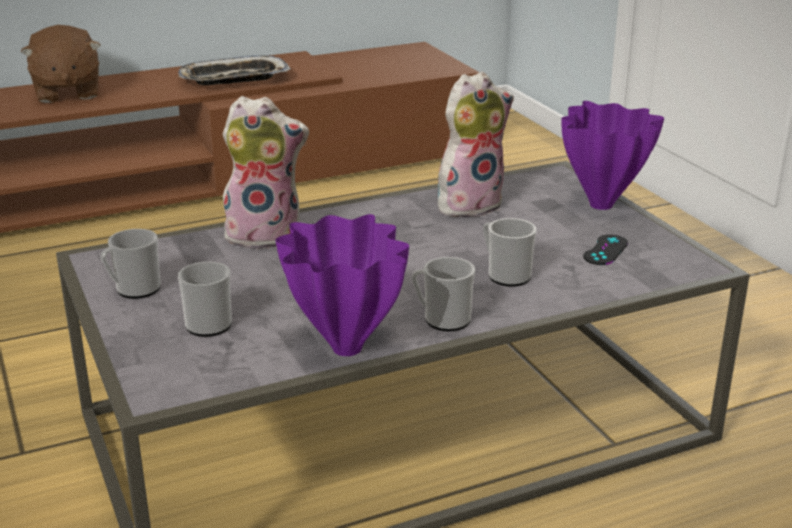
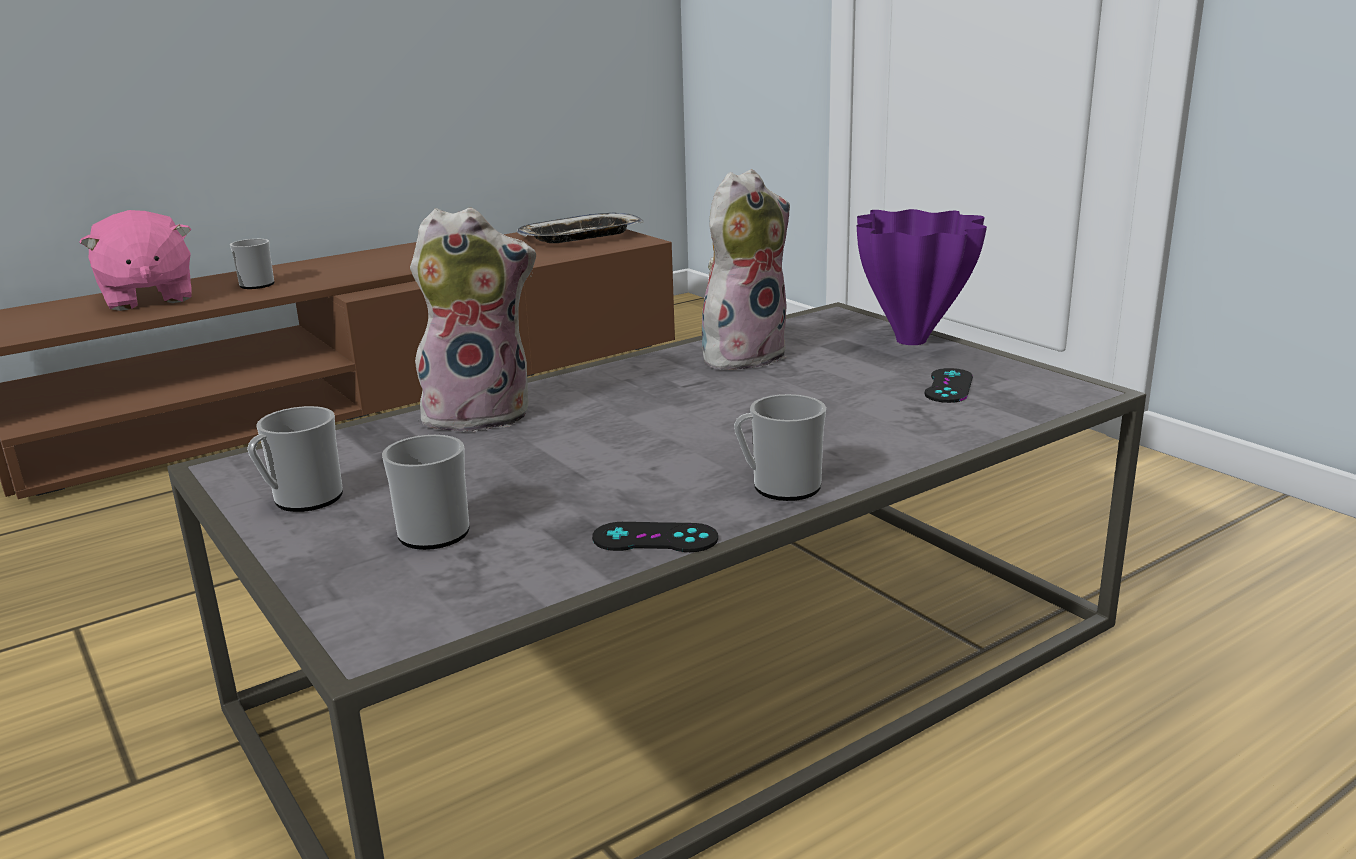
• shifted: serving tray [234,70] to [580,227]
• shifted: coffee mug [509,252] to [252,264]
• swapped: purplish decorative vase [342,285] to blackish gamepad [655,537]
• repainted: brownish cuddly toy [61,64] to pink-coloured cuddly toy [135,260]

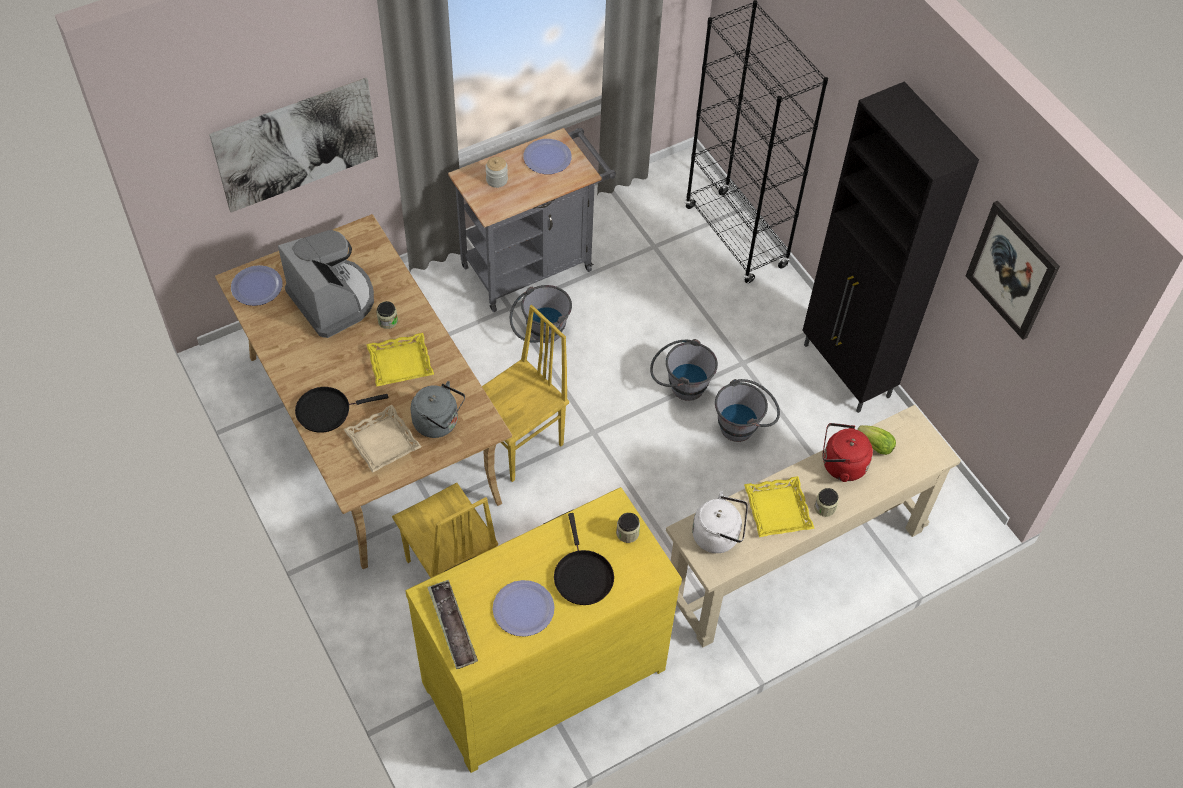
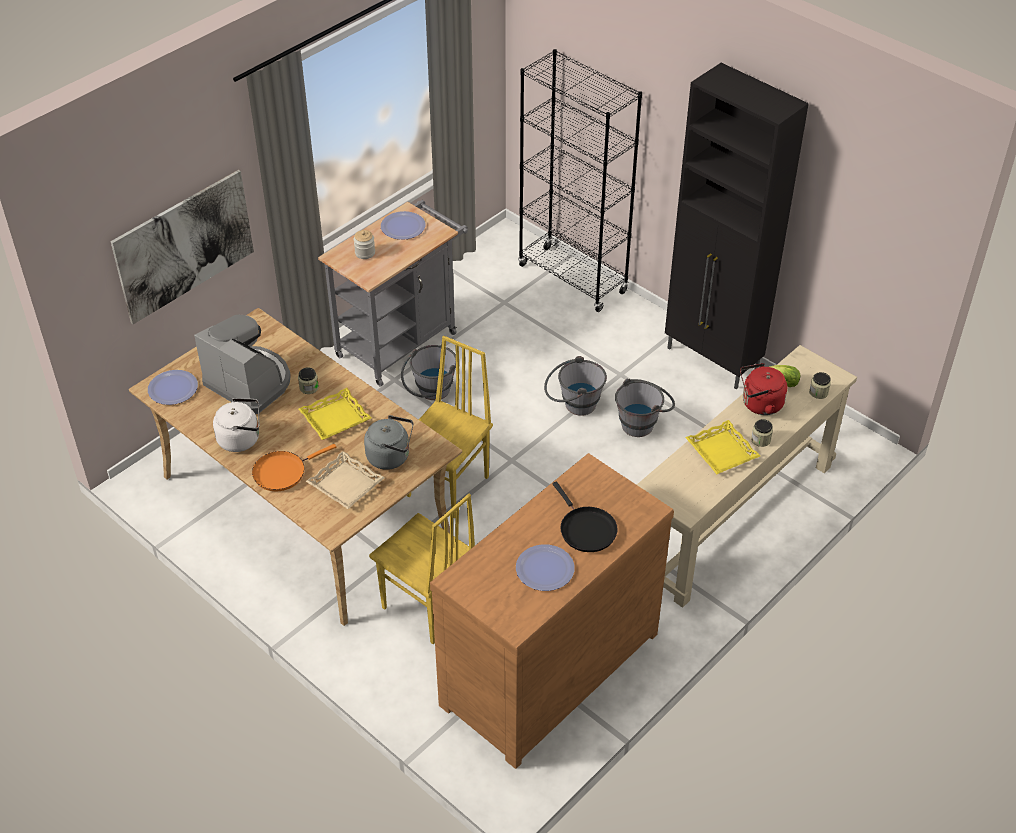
• gone: serving tray [452,624]
• gone: picture [1013,270]
• shifted: preserve jar [628,528] to [820,385]
• shifted: white-coloured kettle [720,522] to [236,425]
• repainted: blackish skillet [341,410] to orangey skillet [294,467]
• repainted: yellow chest of drawers [543,630] to brownish chest of drawers [552,611]

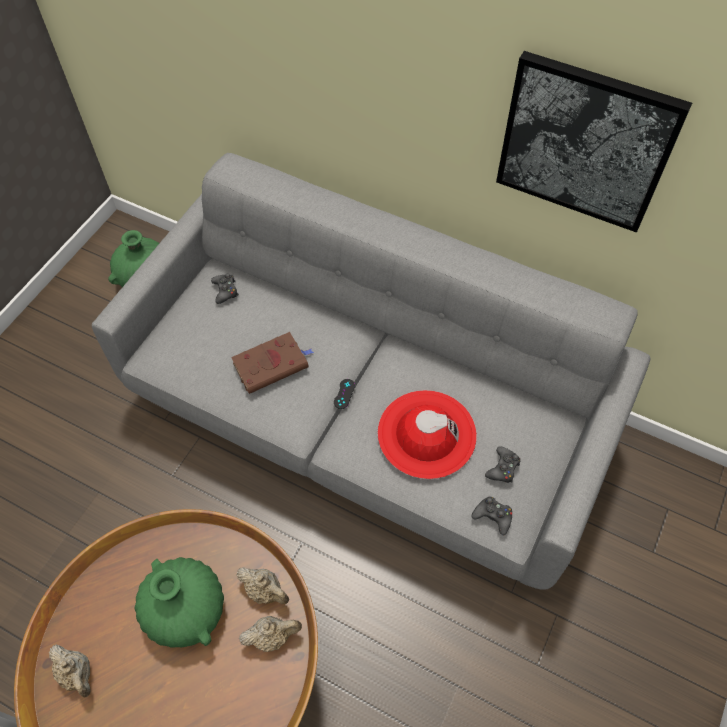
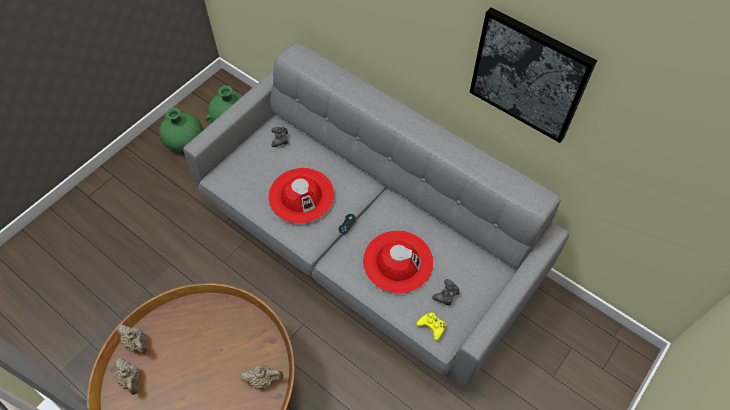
• shifted: green-coloured decorative vase [179,602] to [181,130]
• shifted: beige-coloured pot for tea [263,585] to [132,339]
• swapped: brownish book [272,363] to red clothing hat [301,196]
• repainted: blackish gamepad [492,515] to yellow gamepad [431,326]

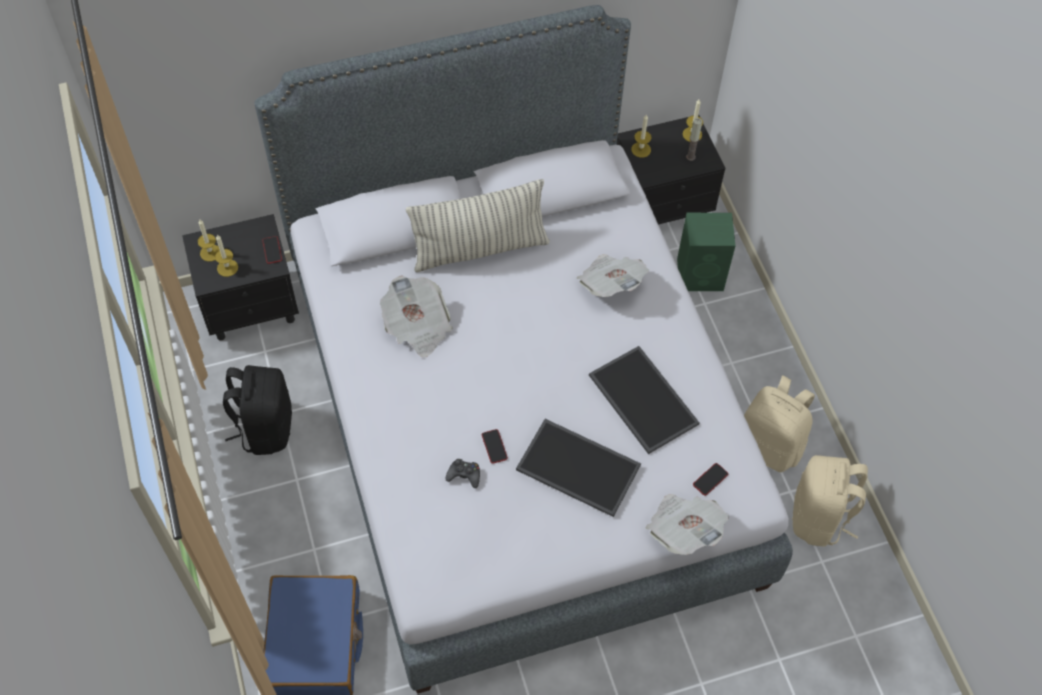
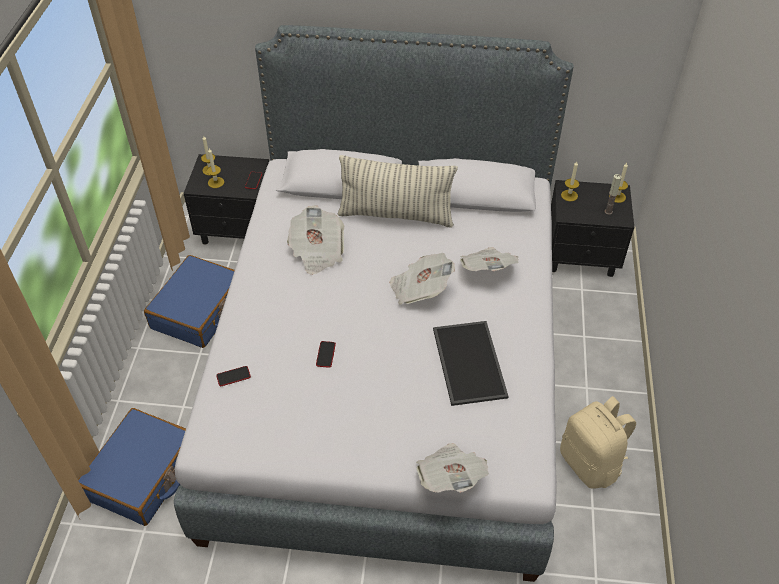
• gone: blackish gamepad [462,473]
• gone: serving tray [578,468]
• gone: green-coloured loudspeaker [706,252]
• gone: beige-coloured backpack [830,501]
• new: newspaper [422,279]
• shifted: handset [710,479] to [233,376]
• swapped: blackish backpack [257,410] to blue-coloured suitcase [189,301]

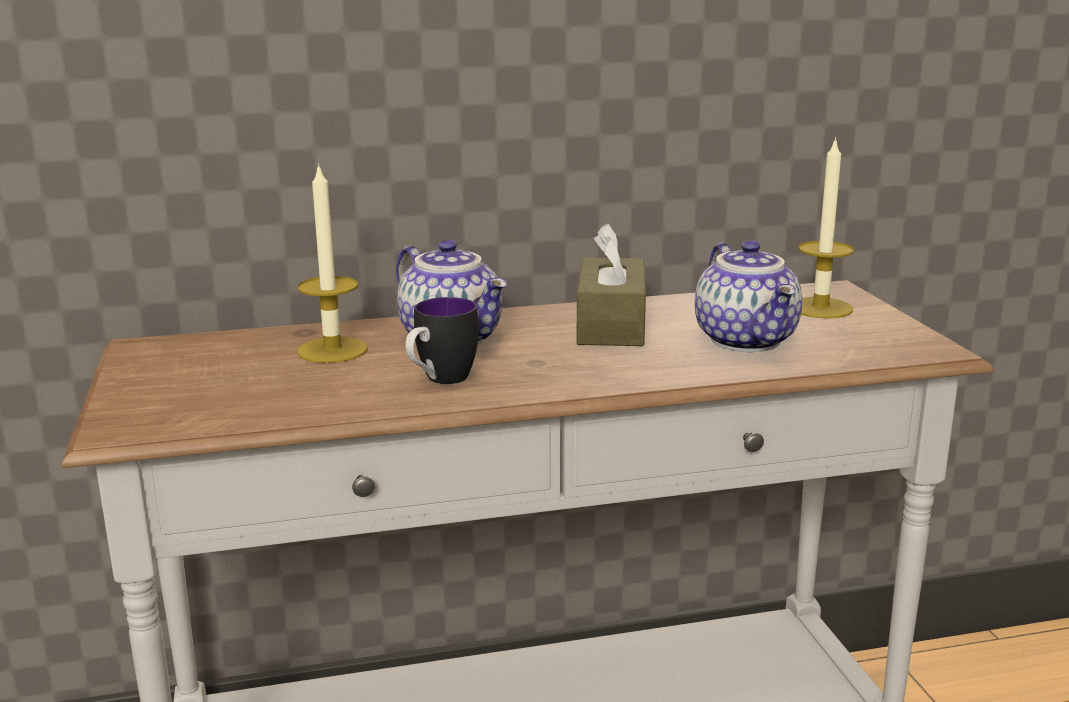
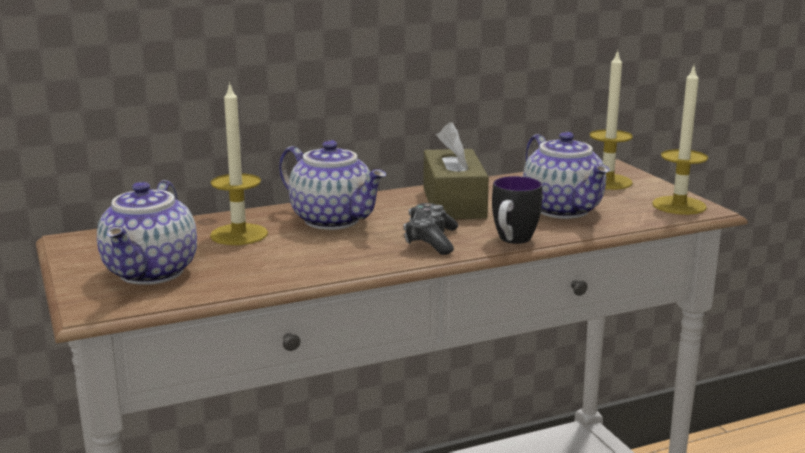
• new: pot for tea [147,232]
• new: gamepad [430,229]
• new: wax candle [680,140]
• shifted: coffee mug [442,340] to [517,210]

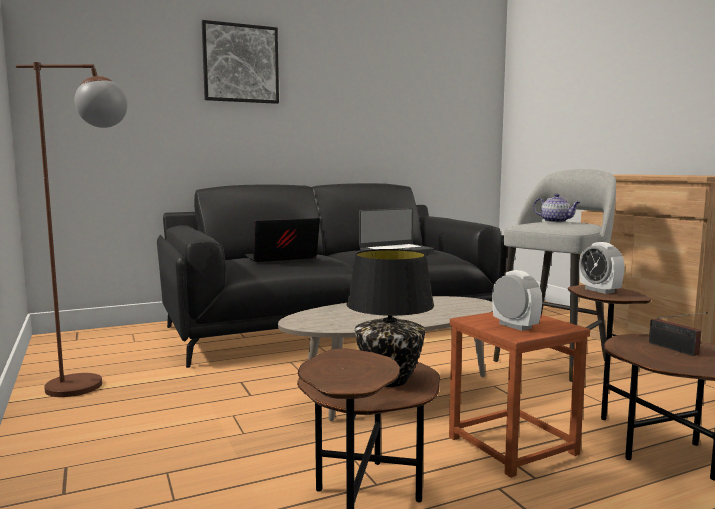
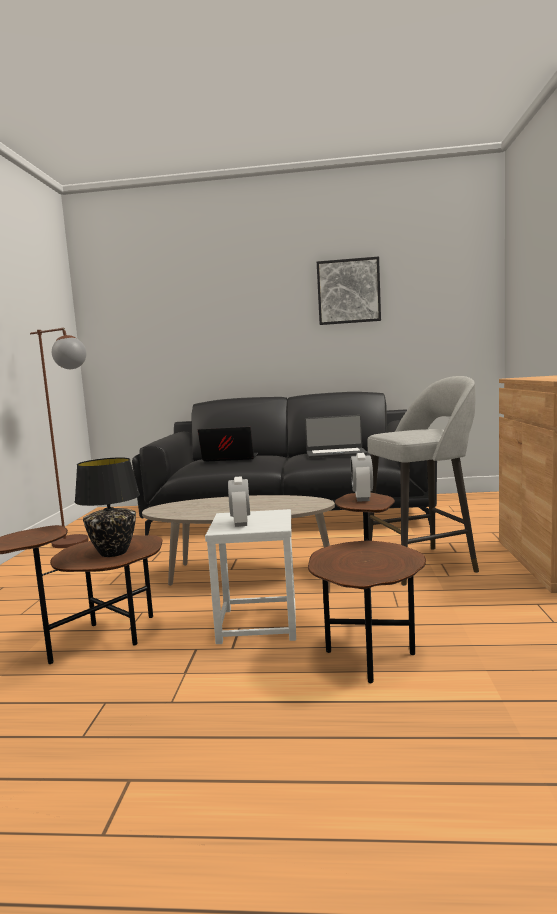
• gone: pot for tea [556,208]
• gone: radio receiver [678,334]
• shifted: picture [240,62] to [349,290]
• repainted: brownish stool seat [519,395] to white-coloured stool seat [250,576]

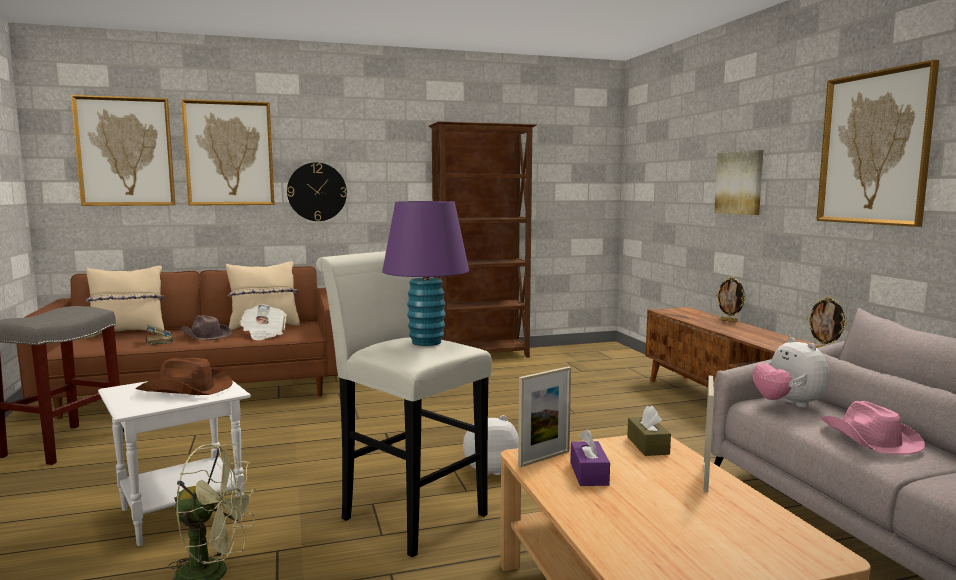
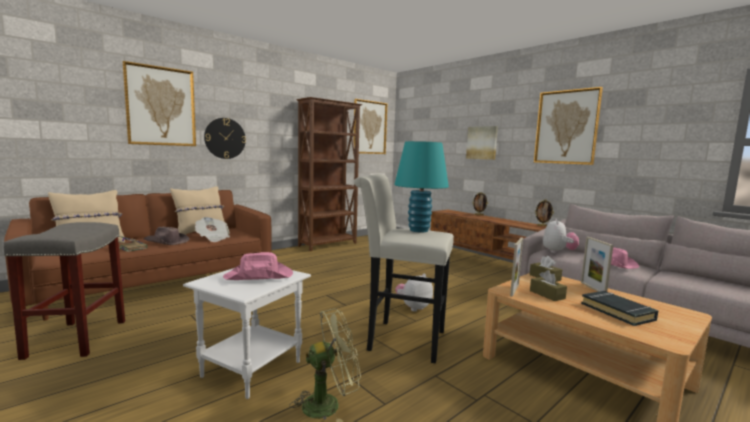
• new: blackish book [619,308]
• shifted: picture [123,150] to [370,126]
• repainted: brownish clothing hat [184,376] to pink-coloured clothing hat [258,266]
• repainted: purplish lamp for a table [425,273] to turquoise lamp for a table [421,186]
• repainted: purplish box of tissues [590,457] to brownish box of tissues [548,285]
• rotated: cuddly toy [791,372] = [561,236] 120 degrees counterclockwise

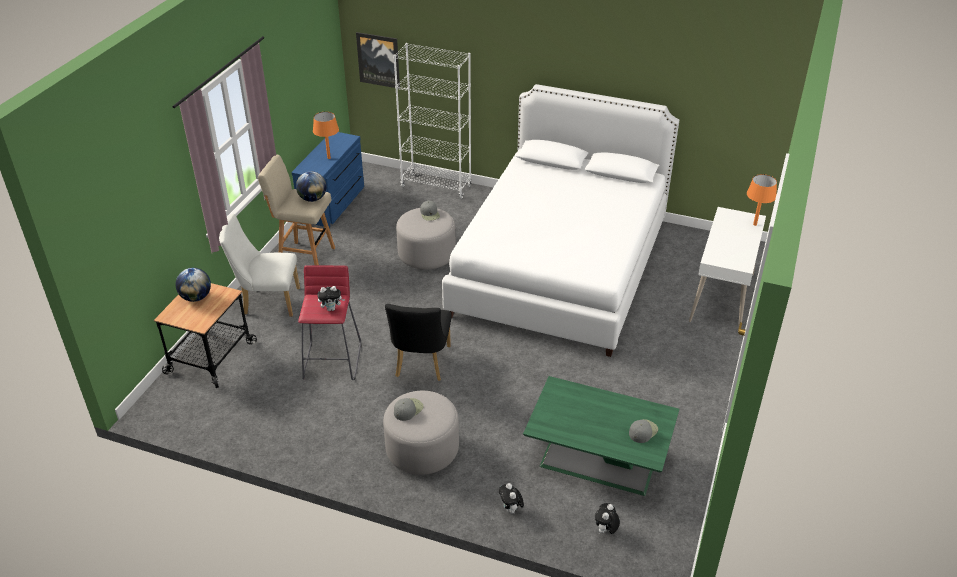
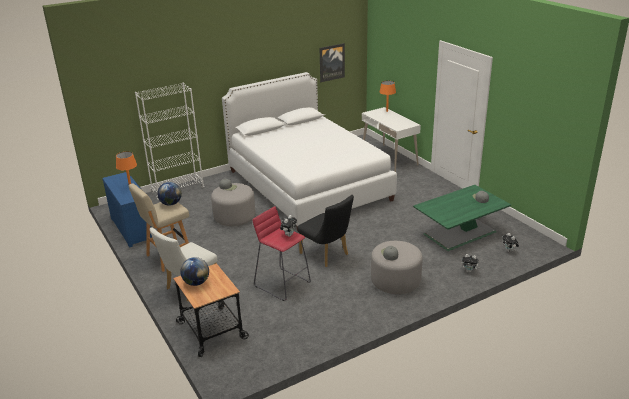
• shifted: picture [378,60] to [332,62]

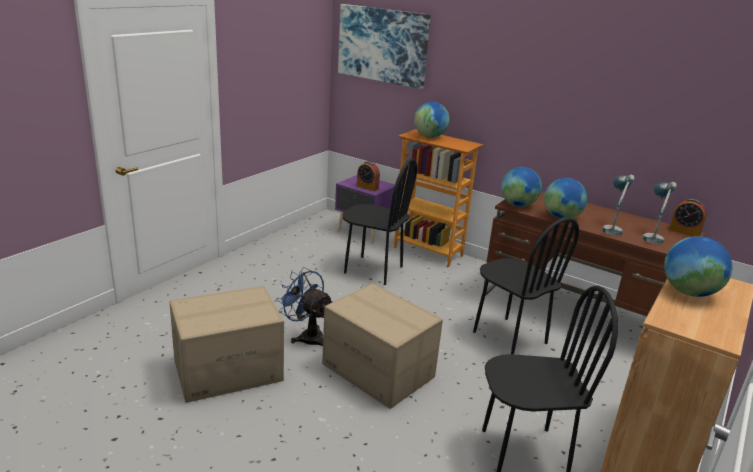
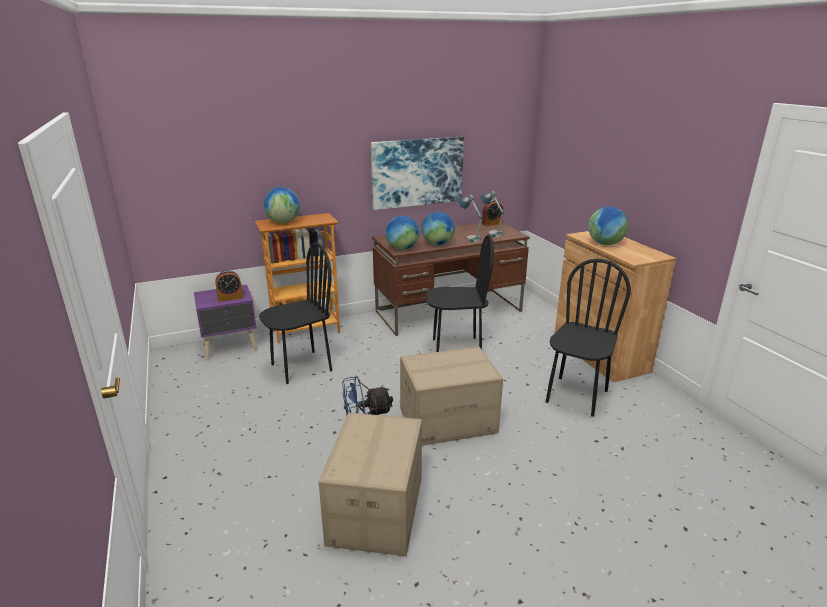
• shifted: picture [384,46] to [417,173]

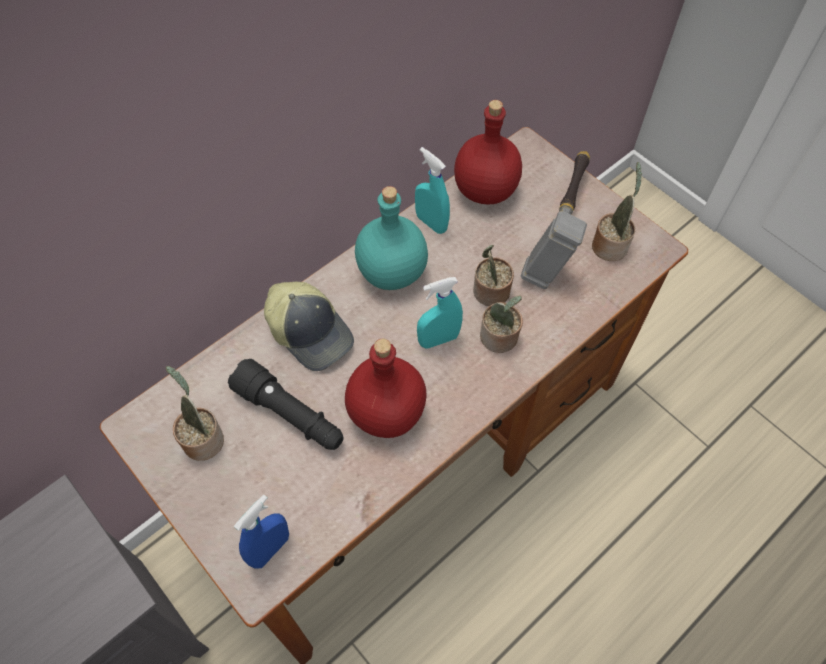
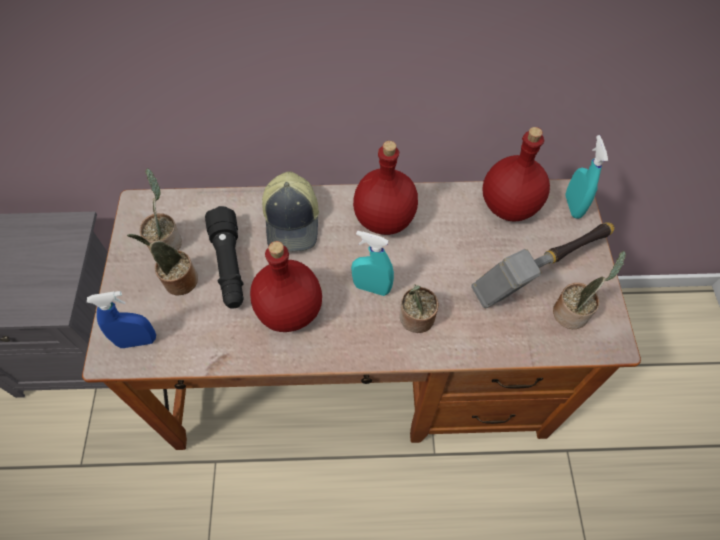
• shifted: turquoise spray bottle [432,190] to [586,177]
• shifted: potted plant [493,275] to [162,264]
• repainted: turquoise bottle [391,238] to red bottle [385,188]

